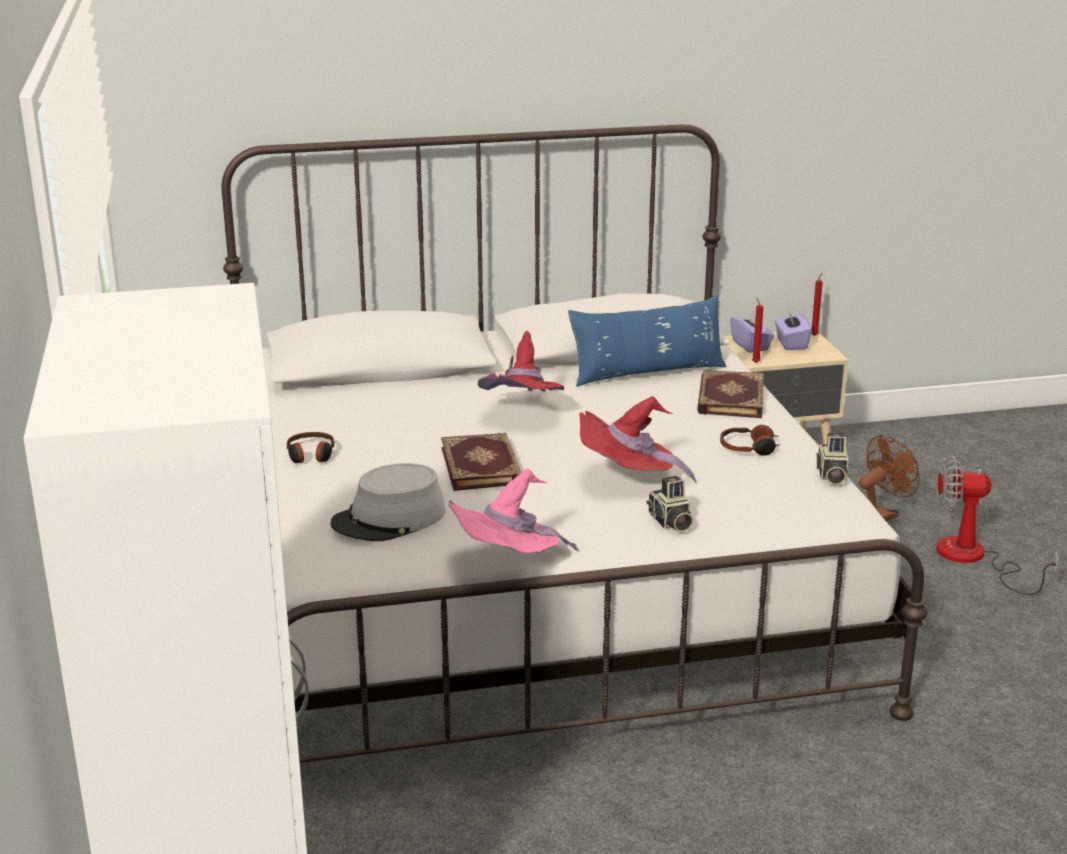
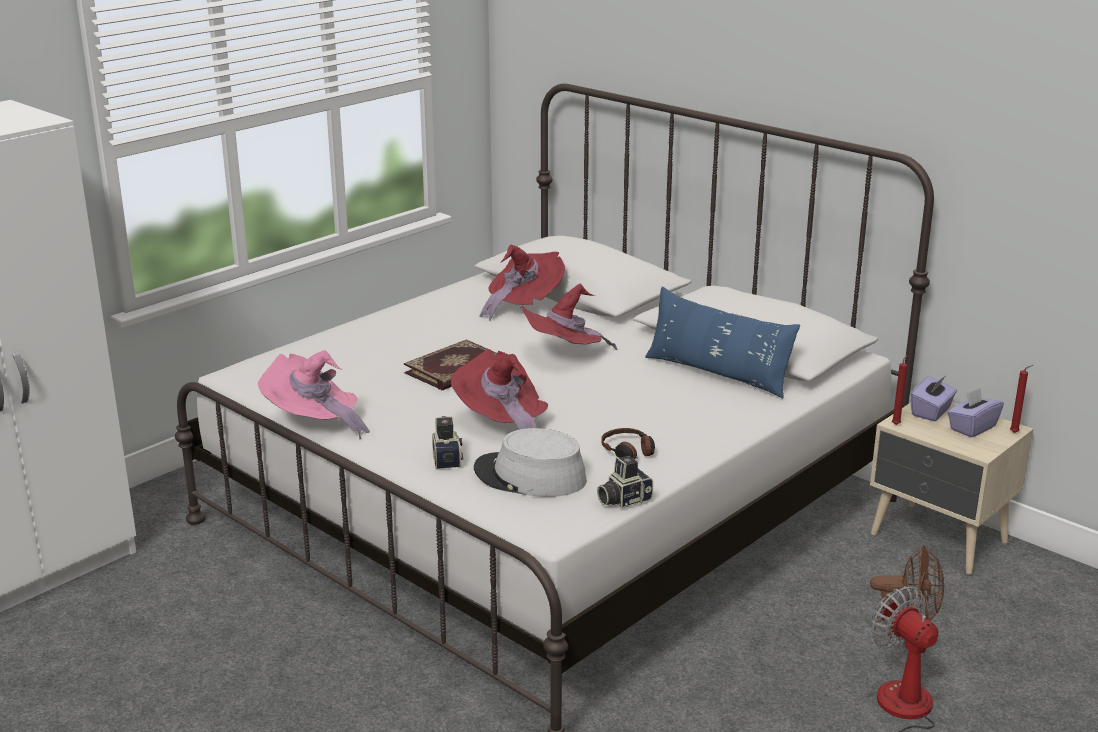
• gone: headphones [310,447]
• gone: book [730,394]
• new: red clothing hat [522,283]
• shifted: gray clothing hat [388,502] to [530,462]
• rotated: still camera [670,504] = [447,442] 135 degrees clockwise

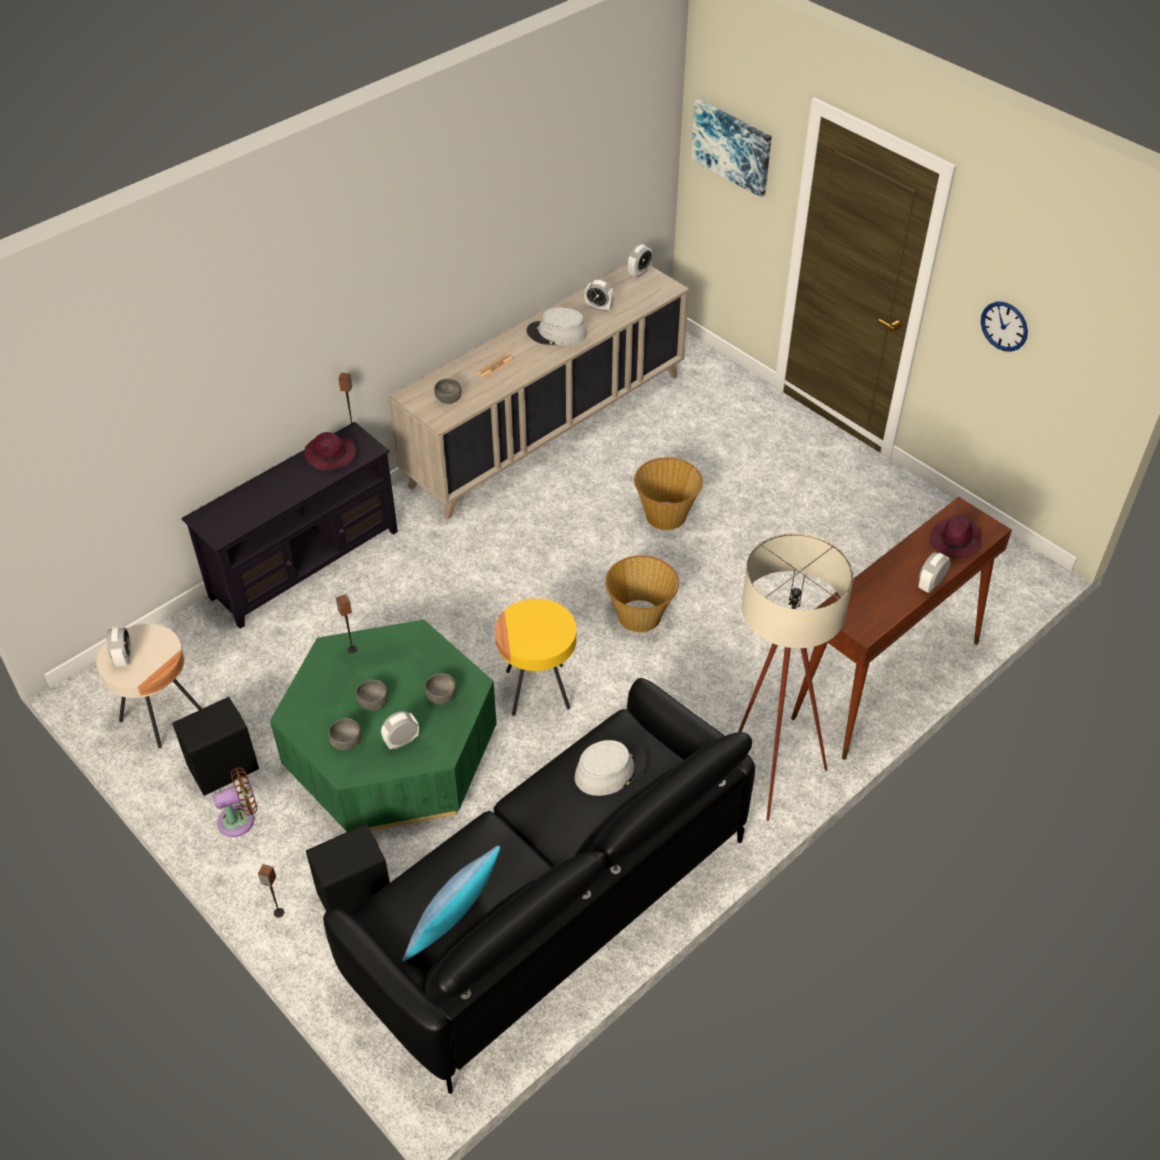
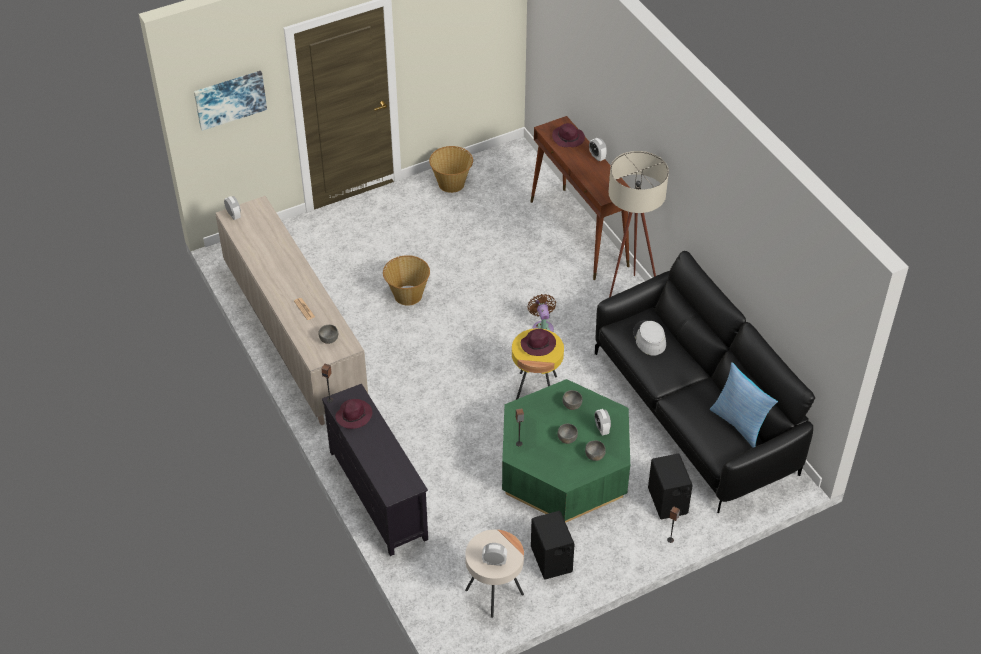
• gone: gray clothing hat [557,326]
• gone: bedside clock [599,295]
• gone: clock on the wall [1004,327]
• new: purplish clothing hat [538,342]
• shifted: brownish cooling fan [235,802] to [542,313]
• shifted: basket [642,593] to [451,169]

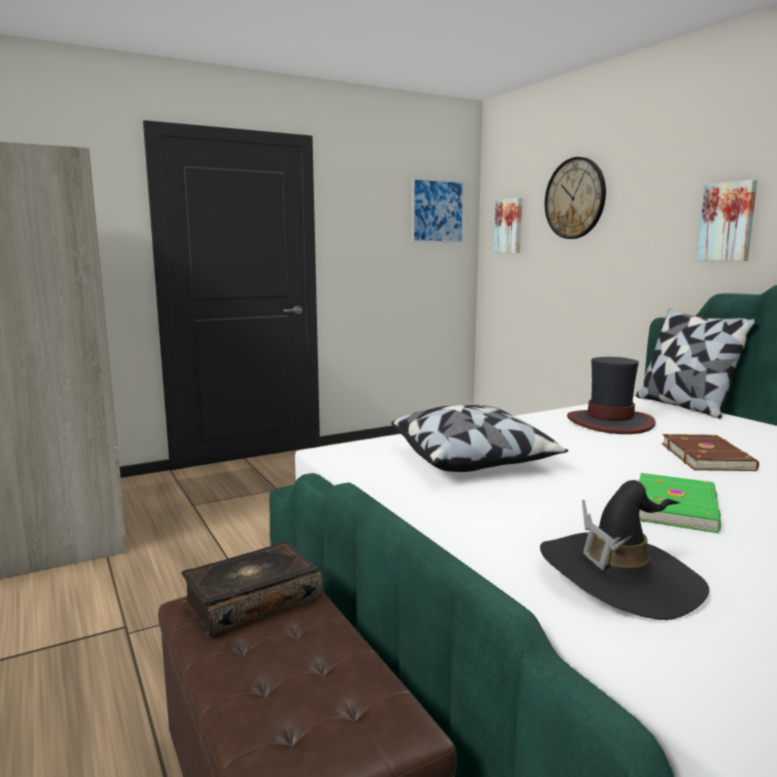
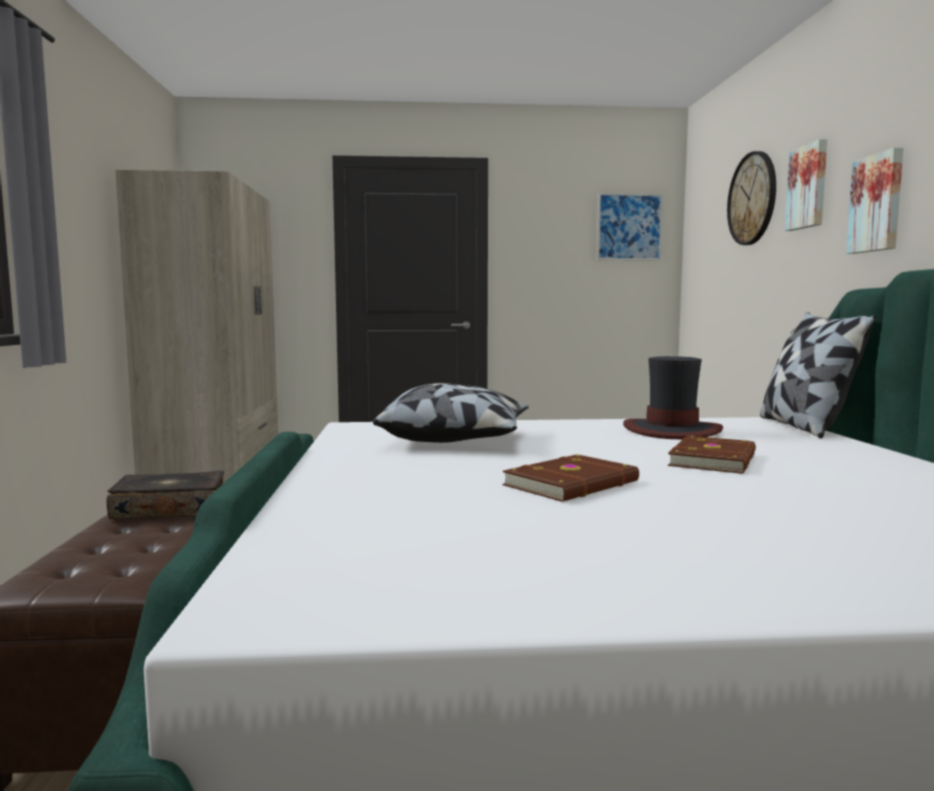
• gone: blackish clothing hat [624,550]
• shifted: picture [508,225] to [806,185]
• repainted: green-coloured book [680,503] to brownish book [571,478]

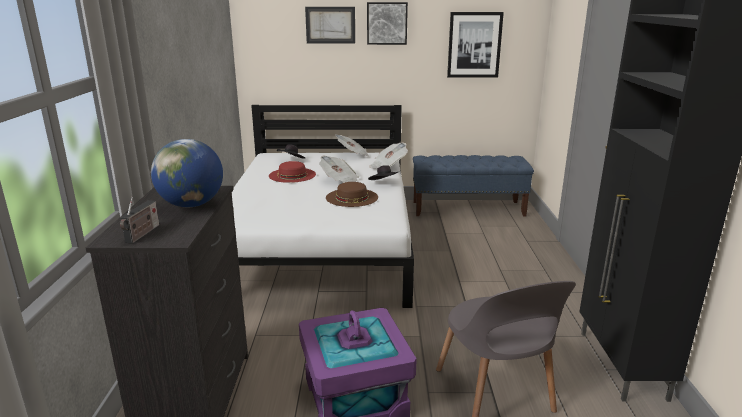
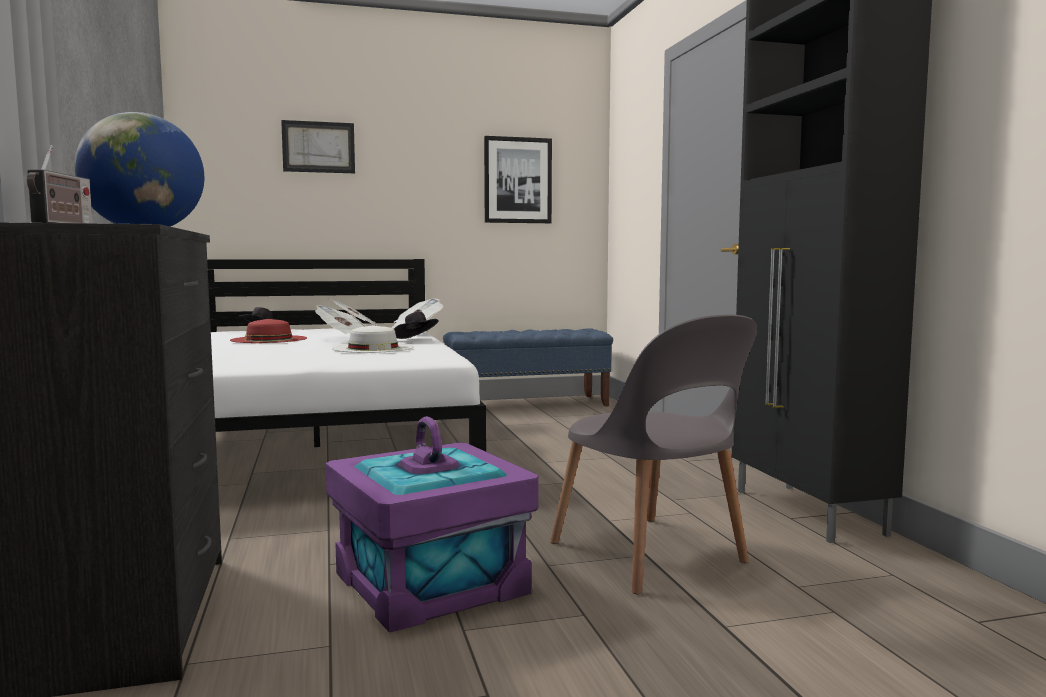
• gone: picture [387,23]
• repainted: brownish clothing hat [352,194] to white-coloured clothing hat [373,339]

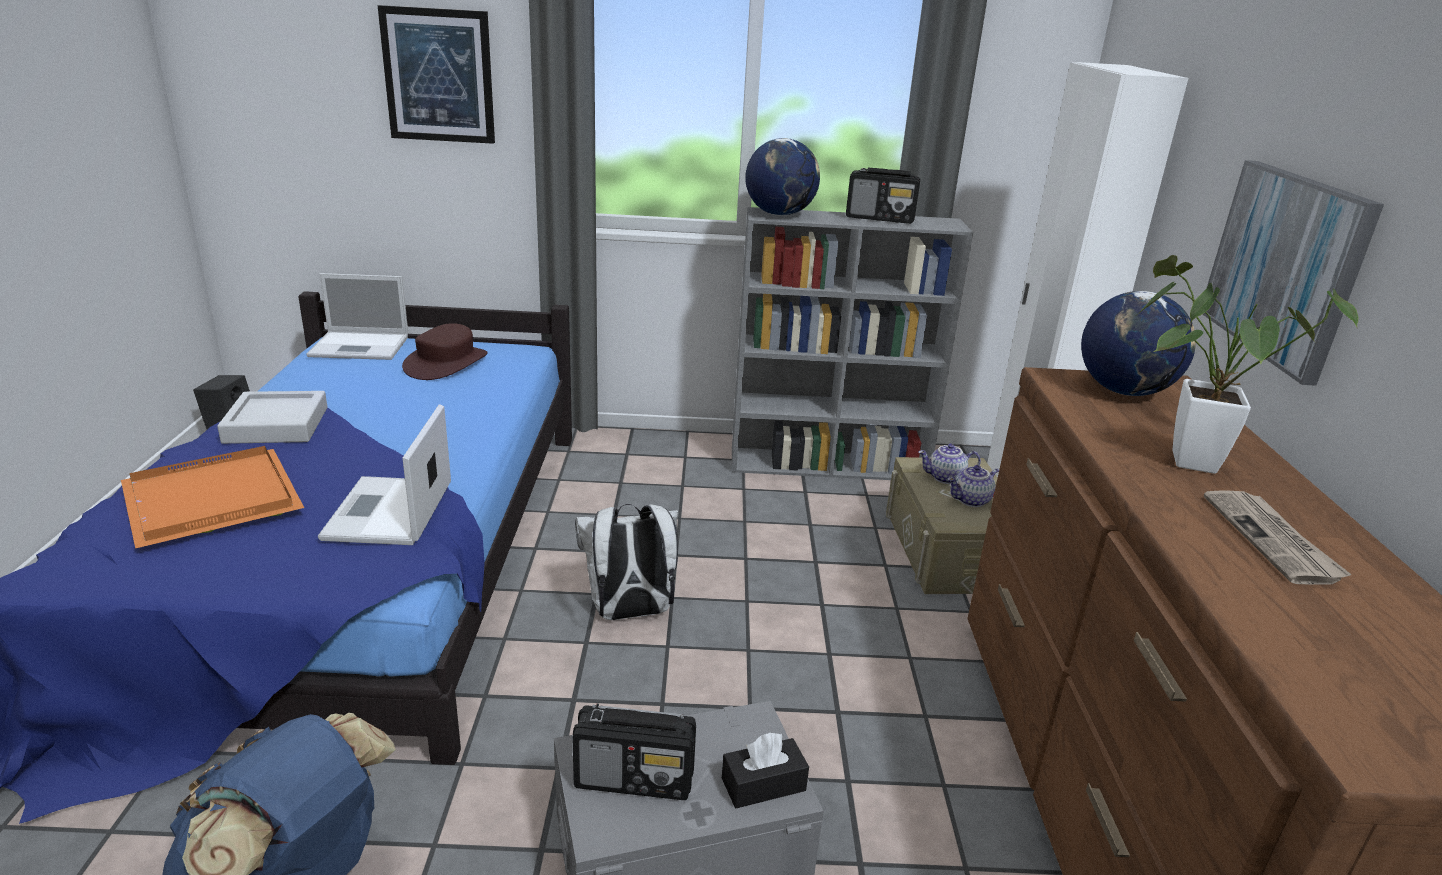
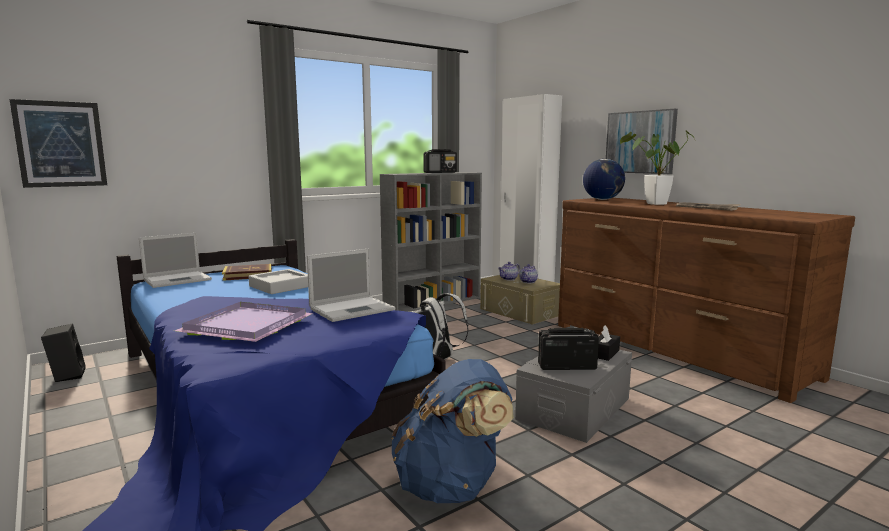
• gone: globe [782,177]
• shifted: gray serving tray [272,417] to [278,281]
• shifted: picture [436,74] to [58,143]
• swapped: brownish clothing hat [445,351] to book [247,272]
• repainted: orangey serving tray [212,497] to purplish serving tray [244,322]
• rotated: notebook computer [384,474] = [351,285] 90 degrees counterclockwise
• rotated: radio receiver [634,751] = [568,349] 150 degrees counterclockwise

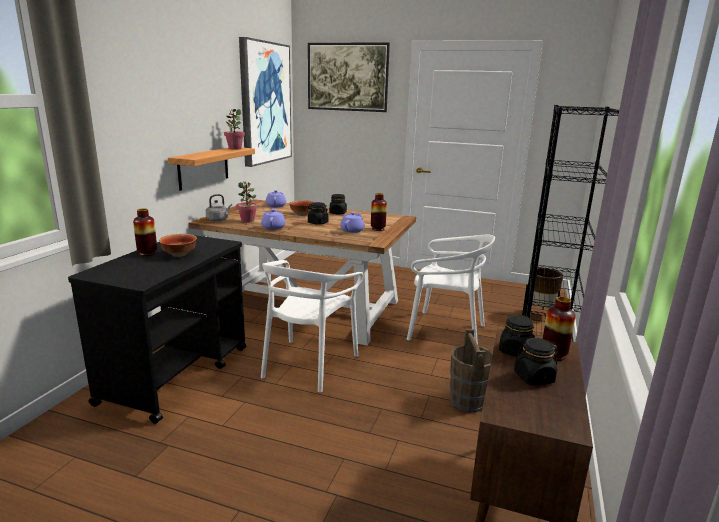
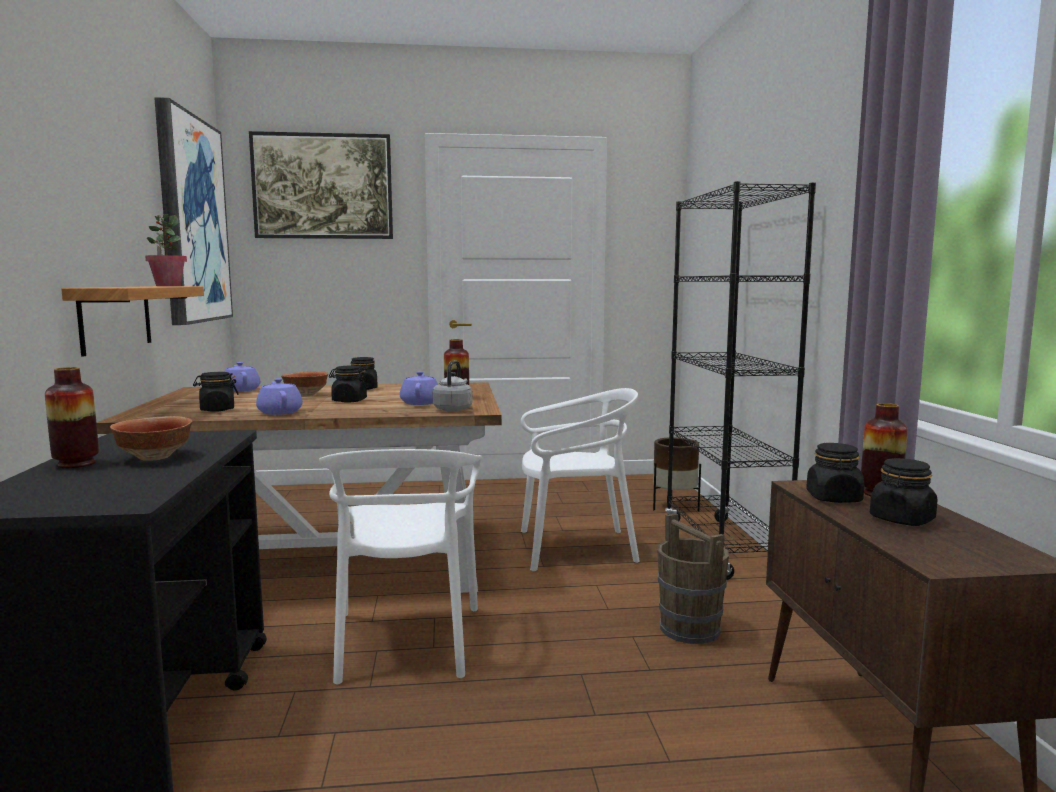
• shifted: gray kettle [219,208] to [452,386]
• swapped: potted plant [247,202] to blackish preserve jar [216,392]

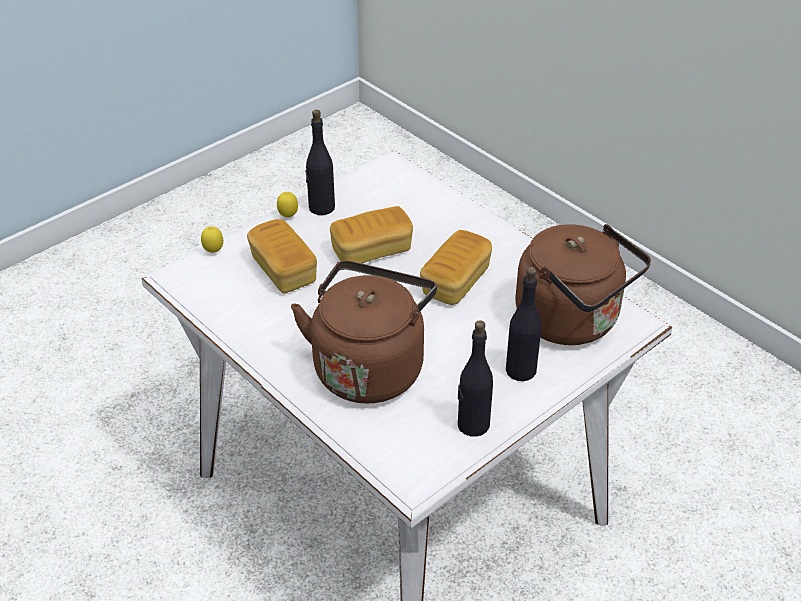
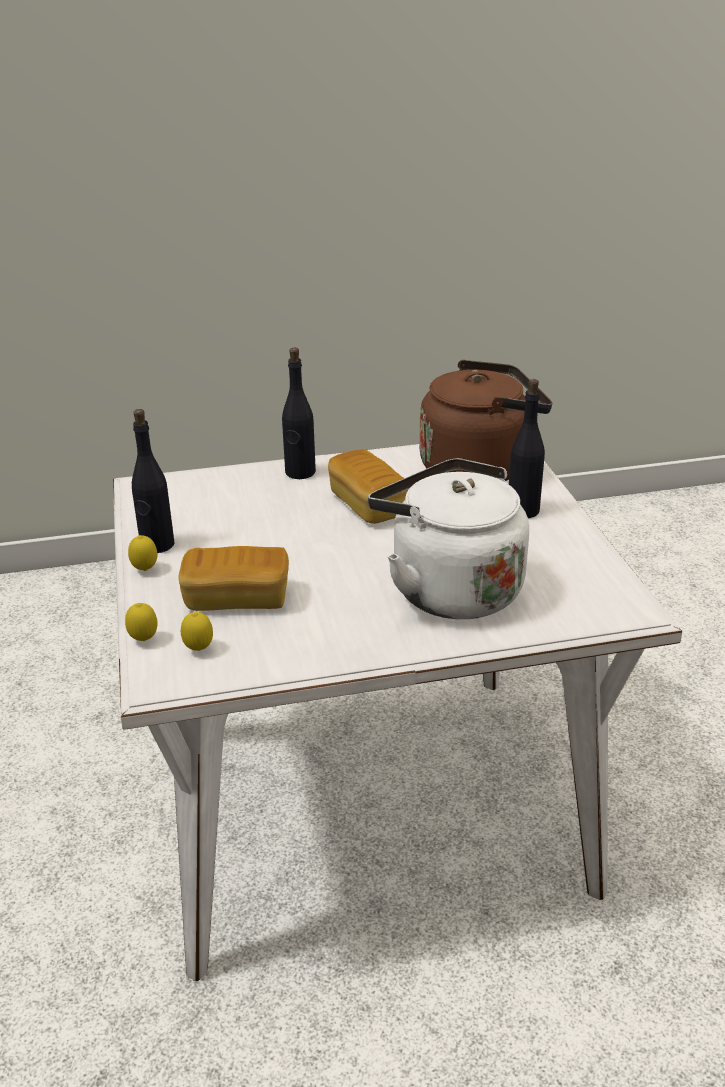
• gone: bread [371,234]
• new: lemon [197,631]
• shifted: blackish bottle [475,378] to [299,413]
• repainted: brownish kettle [364,332] to white-coloured kettle [448,538]

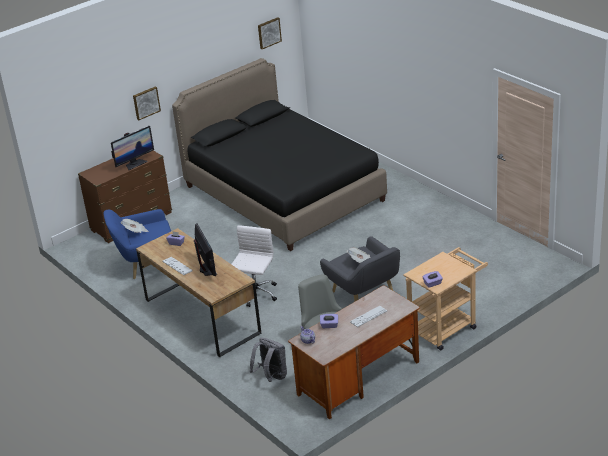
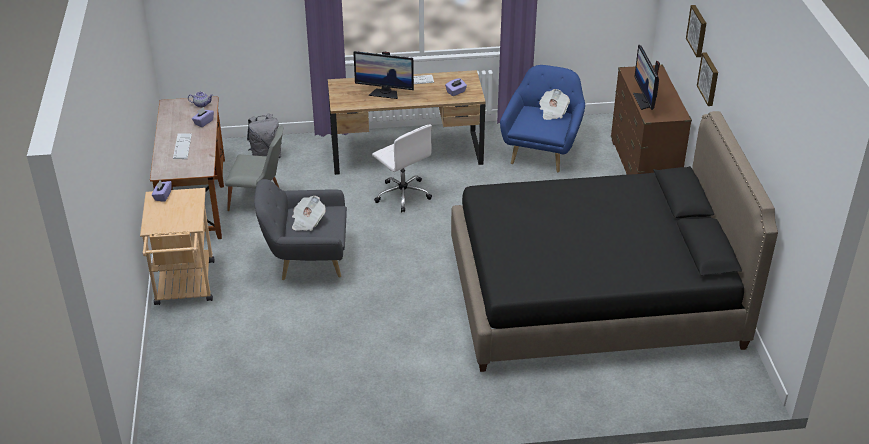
• shifted: picture [270,33] to [696,31]

